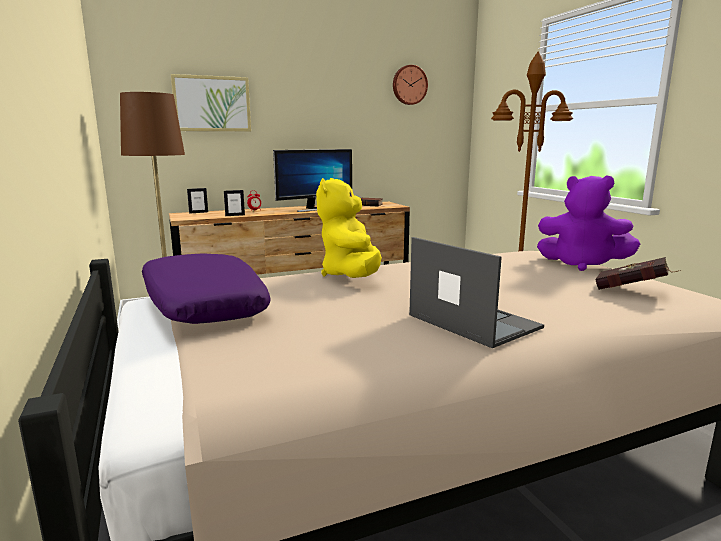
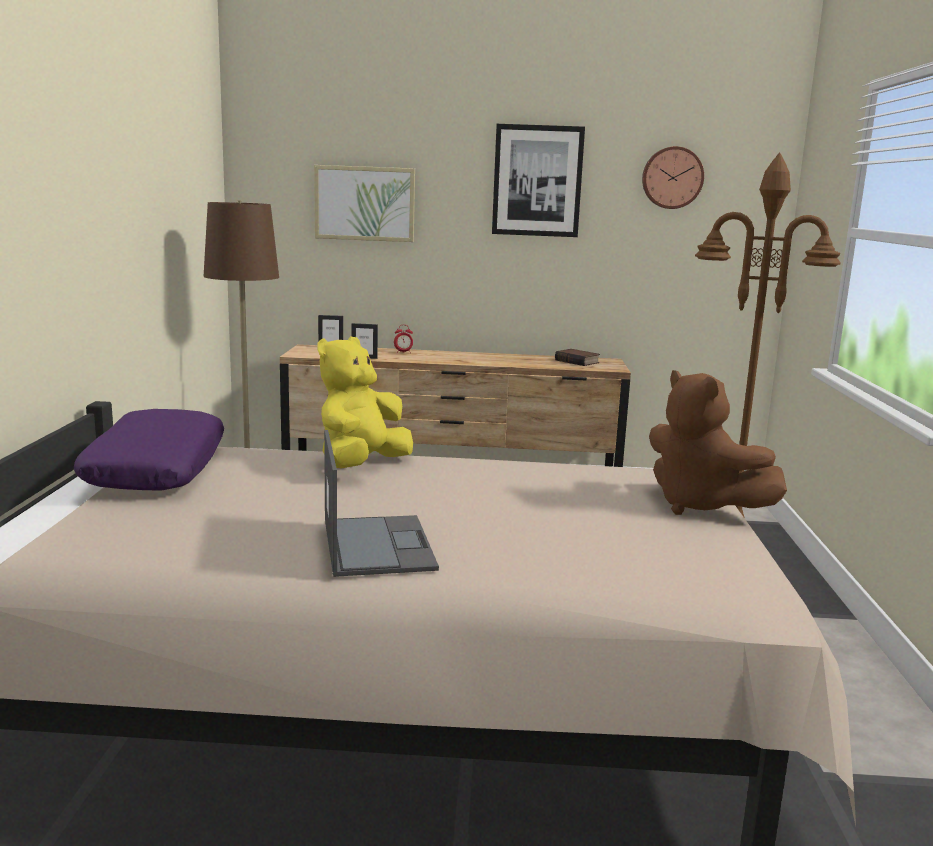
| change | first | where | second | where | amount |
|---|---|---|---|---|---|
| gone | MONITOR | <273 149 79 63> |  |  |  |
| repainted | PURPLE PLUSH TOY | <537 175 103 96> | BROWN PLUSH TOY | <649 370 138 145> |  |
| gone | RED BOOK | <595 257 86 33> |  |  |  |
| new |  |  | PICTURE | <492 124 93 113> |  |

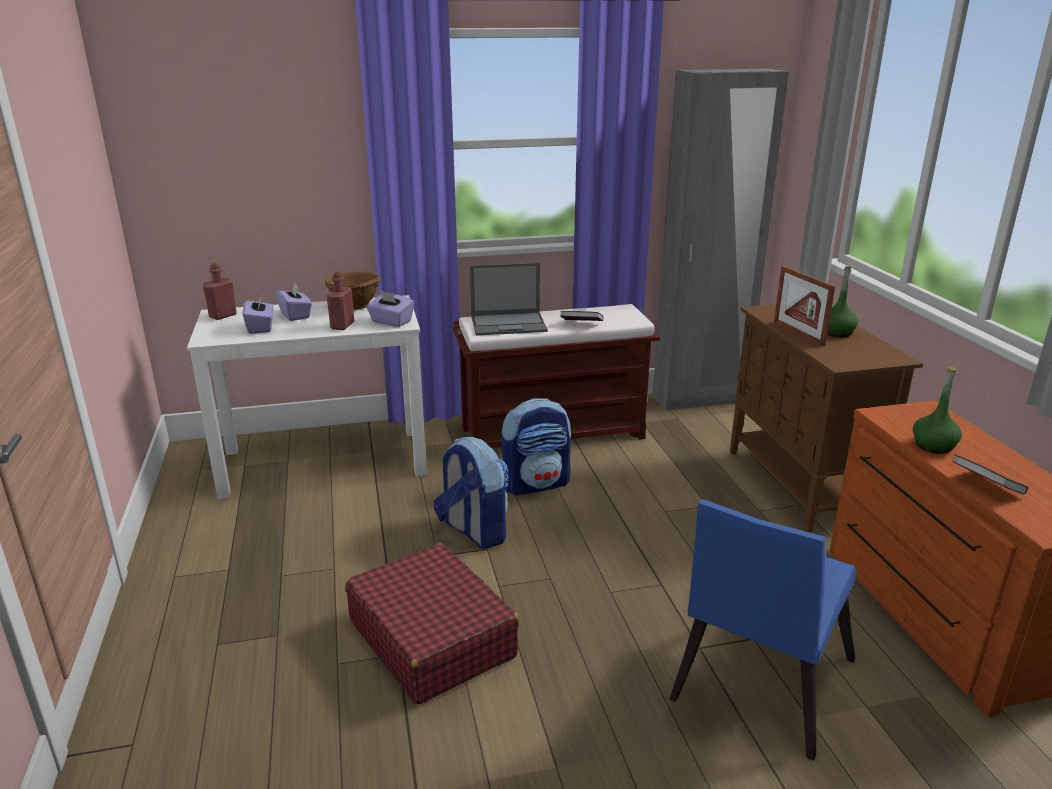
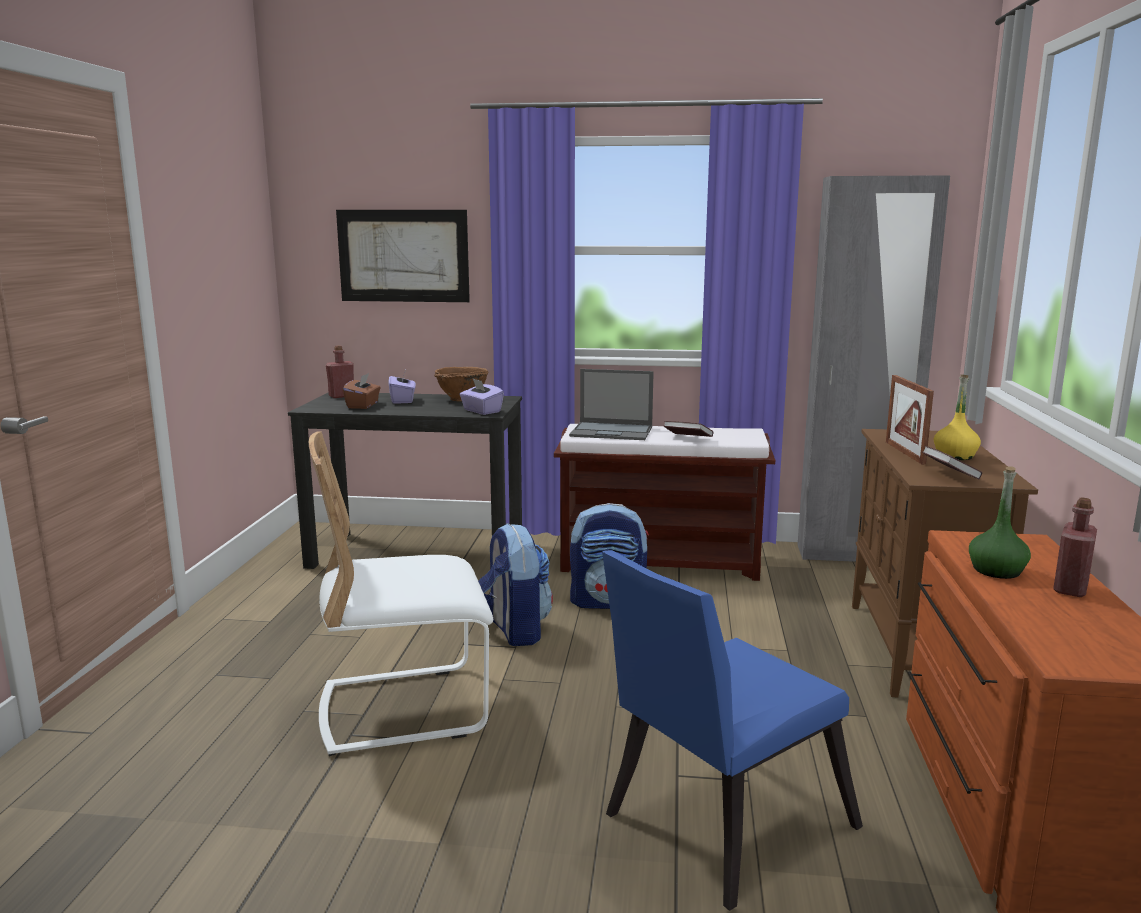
| change | first | where | second | where | amount |
|---|---|---|---|---|---|
| repainted | WHITE DESK | <187 295 240 204> | BLACK DESK | <288 393 234 176> |  |
| repainted | PURPLE TISSUE BOX | <243 293 31 41> | BROWN TISSUE BOX | <343 373 38 36> |  |
| shifted | RED BOTTLE | <327 272 27 58> |  | <1053 497 44 100> |  |
| swapped | RED SUITCASE | <346 543 173 162> | WHITE CHAIR | <309 431 184 325> |  |
| repainted | GREEN BOTTLE | <827 266 31 71> | YELLOW BOTTLE | <934 375 47 85> |  |
| shifted | BOOK | <952 455 76 40> |  | <922 446 60 33> |  |
| new |  |  | PICTURE | <336 210 134 92> |  |

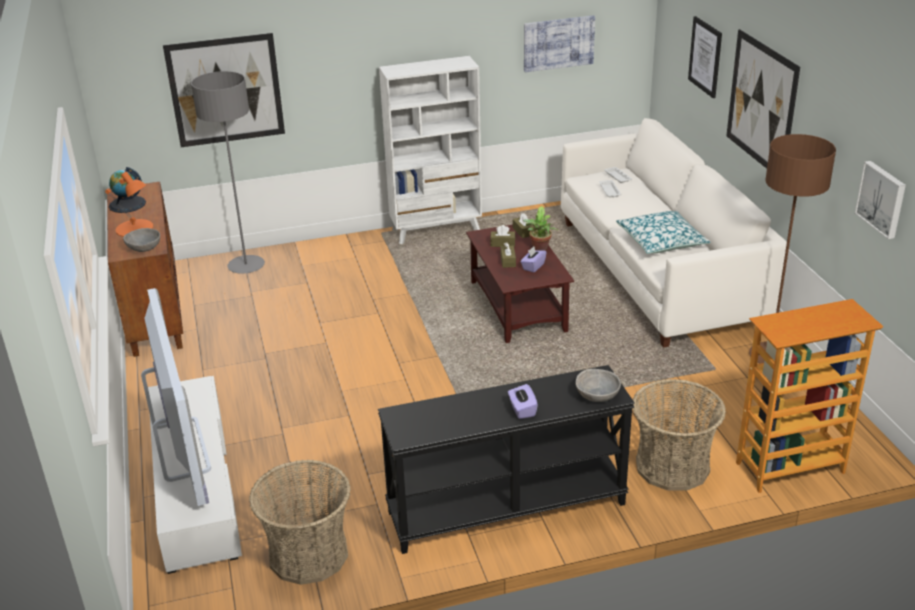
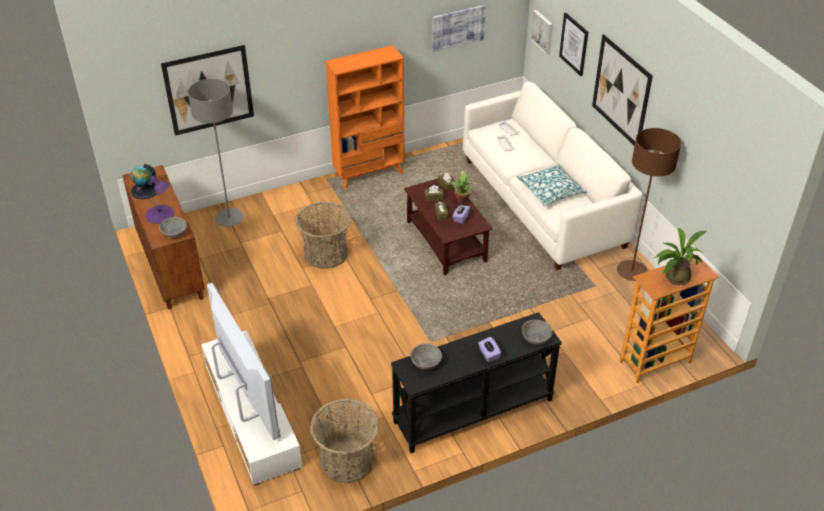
| change | first | where | second | where | amount |
|---|---|---|---|---|---|
| repainted | ORANGE TABLE LAMP | <105 172 48 65> | PURPLE TABLE LAMP | <136 176 38 48> |  |
| repainted | WHITE BOOKCASE | <379 56 103 188> | ORANGE BOOKCASE | <326 45 79 144> |  |
| shifted | BASKET | <632 379 94 112> |  | <295 201 56 68> |  |
| shifted | PICTURE | <855 161 51 78> |  | <530 10 23 44> |  |
| new |  |  | GREY BOWL | <410 343 32 27> |  |
| new |  |  | POTTED PLANT | <655 228 52 57> |  |

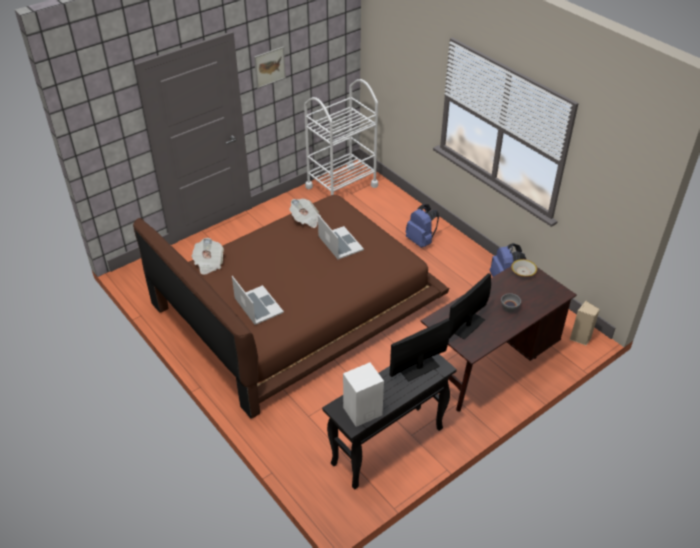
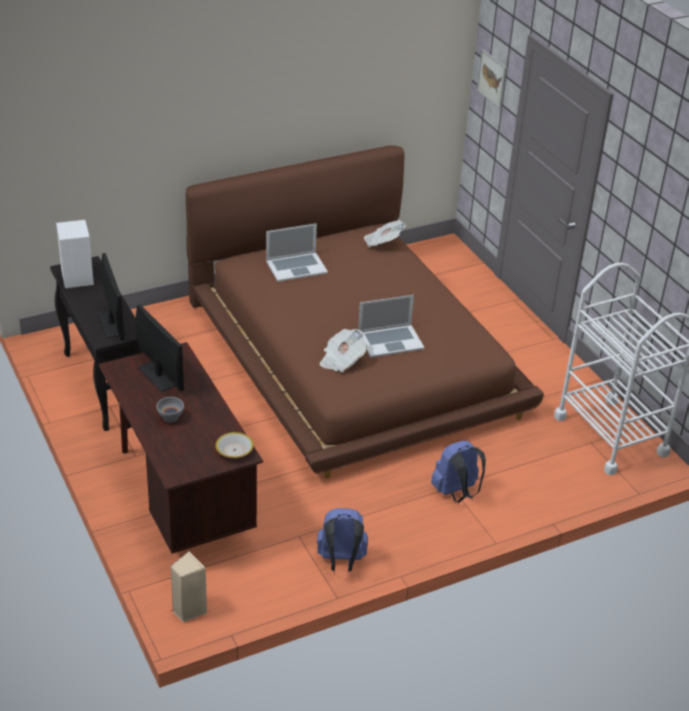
| change | first | where | second | where | amount |
|---|---|---|---|---|---|
| shifted | PICTURE | <254 47 32 41> |  | <477 49 30 60> |  |
| shifted | NEWSPAPER | <289 199 32 29> |  | <320 329 47 43> |  |

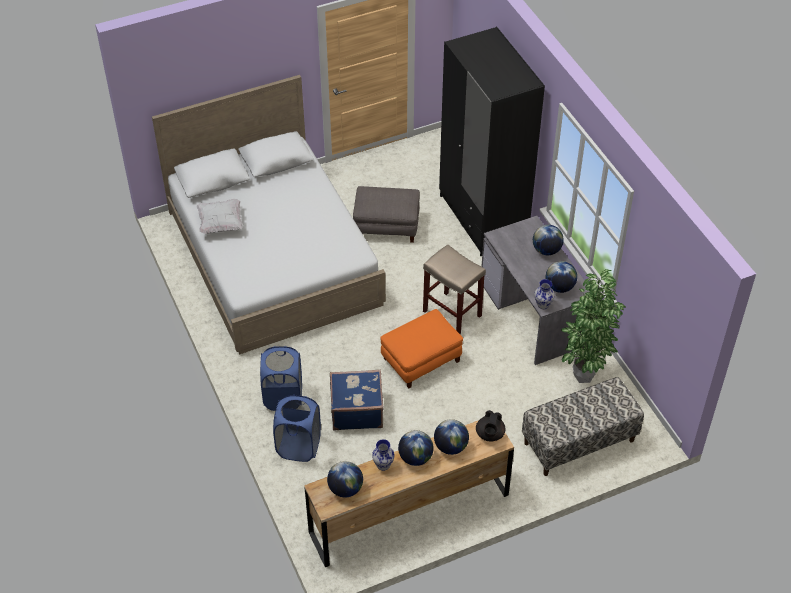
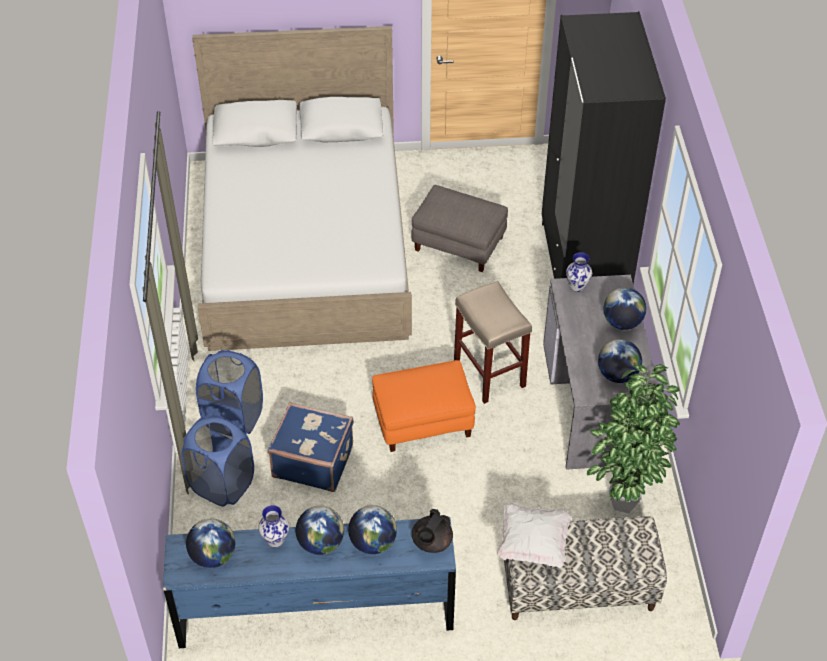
| change | first | where | second | where | amount |
|---|---|---|---|---|---|
| shifted | WHITE PILLOW | <197 199 46 35> |  | <497 502 75 66> |  |
| repainted | BROWN DRESSER | <304 420 210 147> | BLUE DRESSER | <163 517 293 131> |  |
| shifted | VASE | <534 279 21 30> |  | <566 252 26 40> |  |

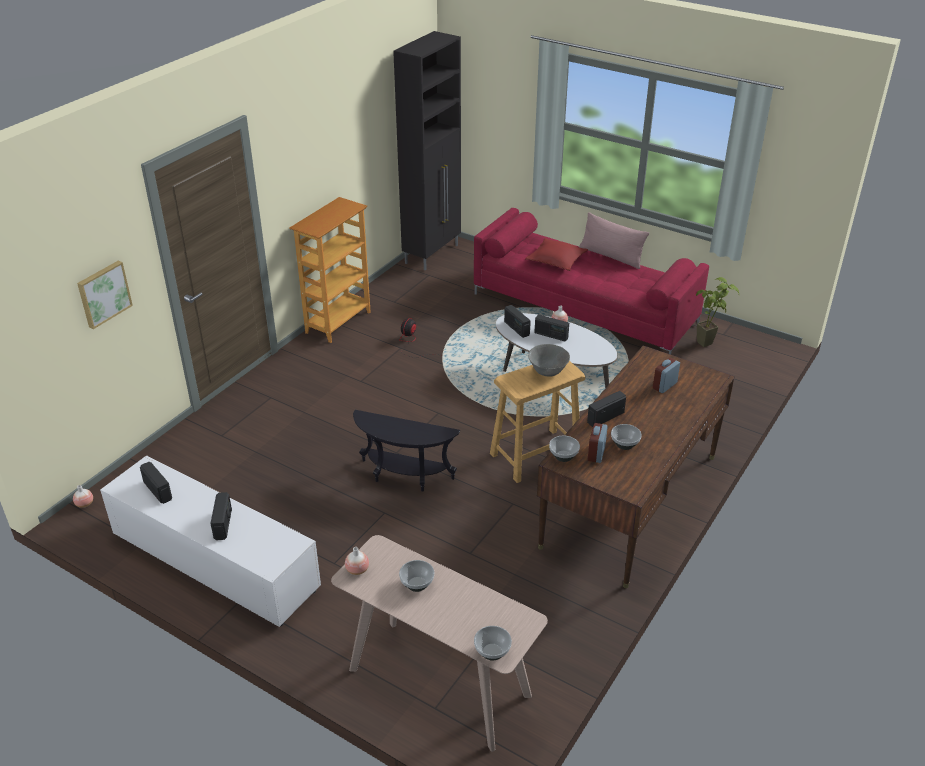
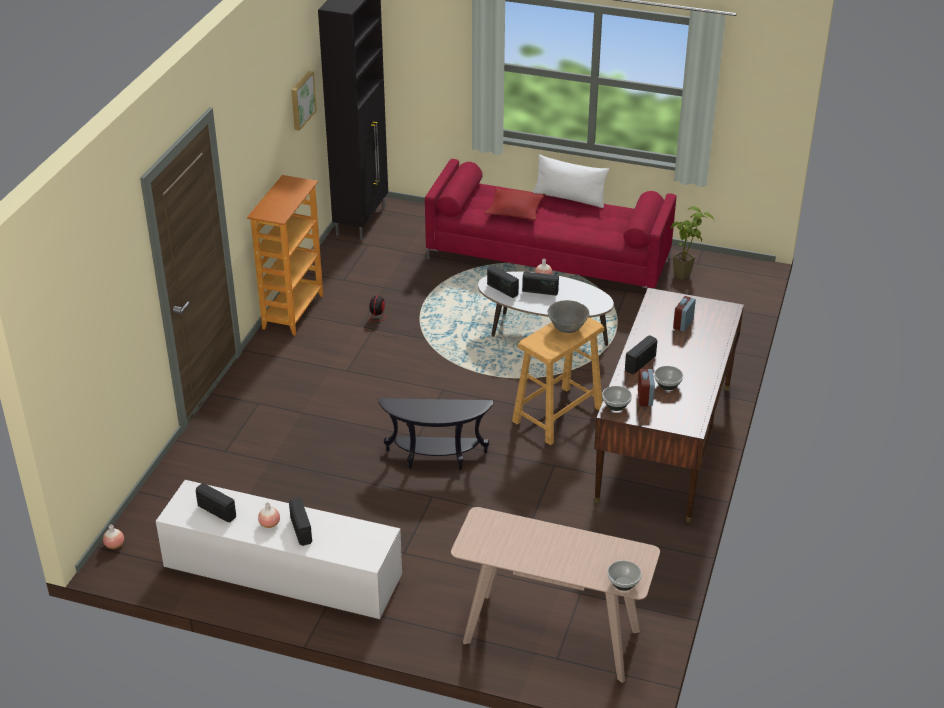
| change | first | where | second | where | amount |
|---|---|---|---|---|---|
| shifted | PICTURE | <77 261 56 68> |  | <291 71 26 60> |  |
| shifted | VASE | <345 547 24 28> |  | <258 502 22 26> |  |
| gone | BOWL | <399 560 35 32> |  |  |  |
| repainted | PINK PILLOW | <579 212 70 57> | WHITE PILLOW | <533 155 76 53> |  |

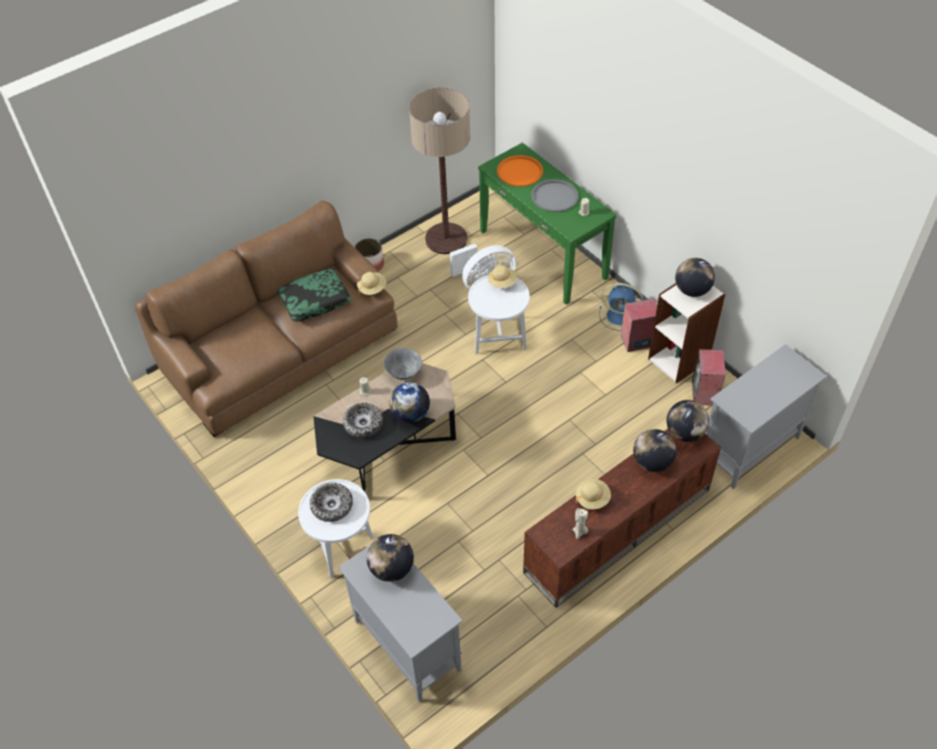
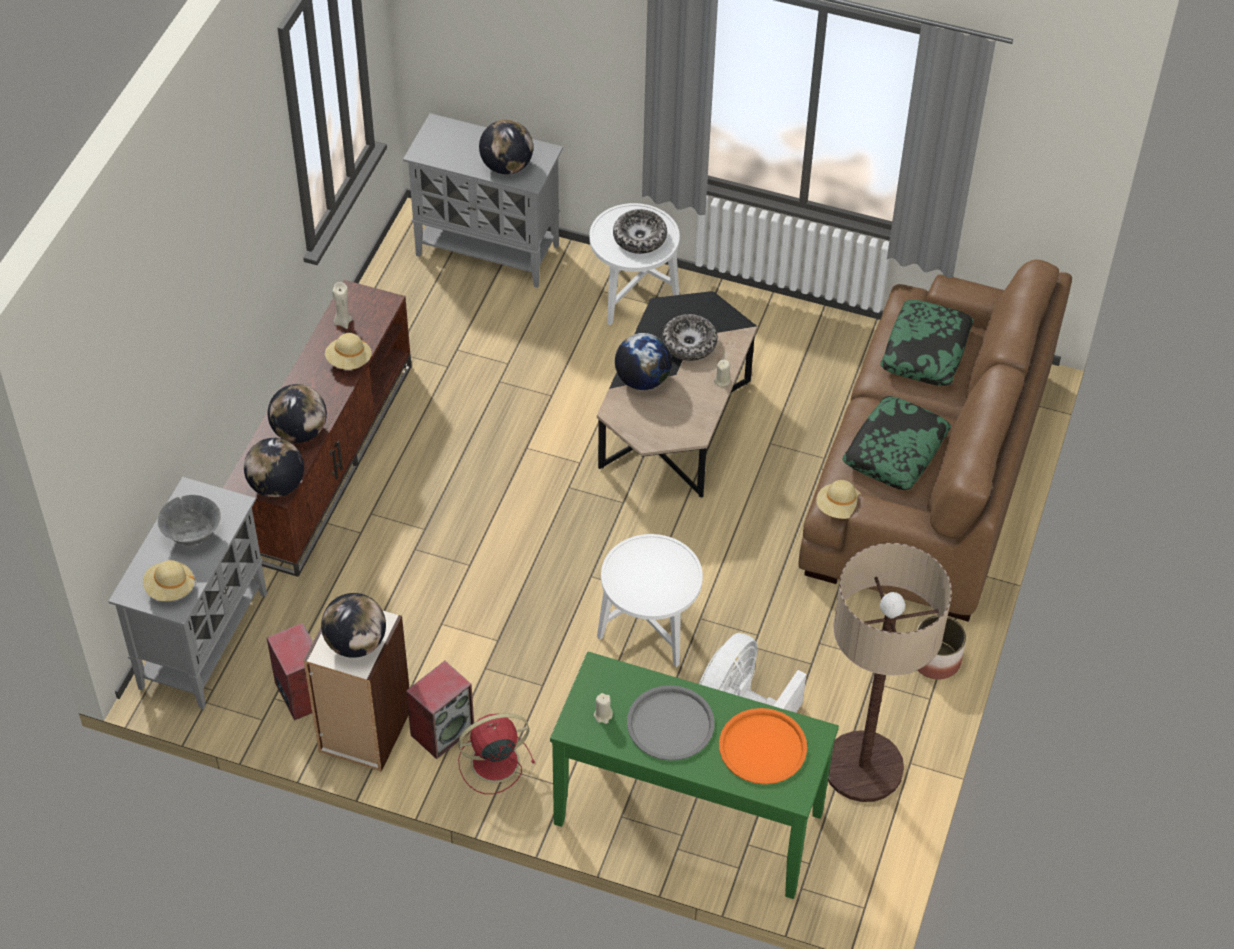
| change | first | where | second | where | amount |
|---|---|---|---|---|---|
| shifted | GREY BOWL | <383 348 39 32> |  | <158 495 63 51> |  |
| shifted | BEIGE HAT | <488 265 29 23> |  | <143 560 53 41> |  |
| repainted | BLUE FAN | <599 283 44 48> | RED FAN | <458 713 77 81> |  |
| new |  |  | PILLOW | <881 300 93 86> |  |

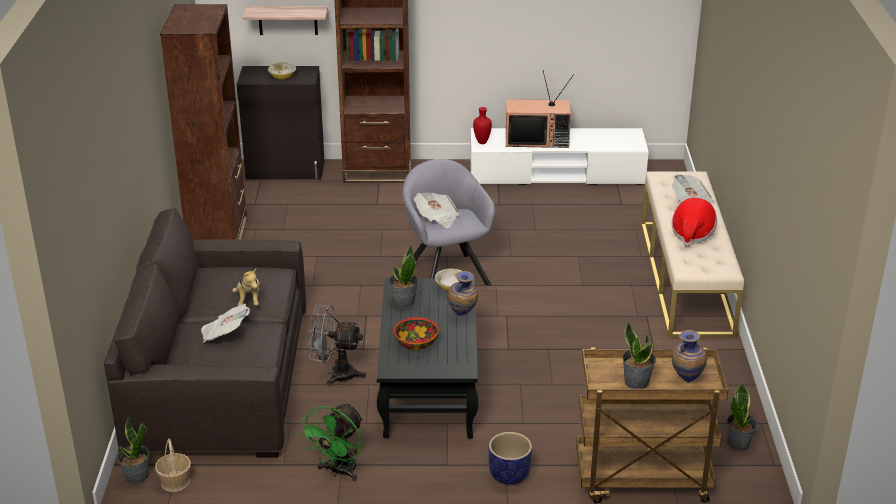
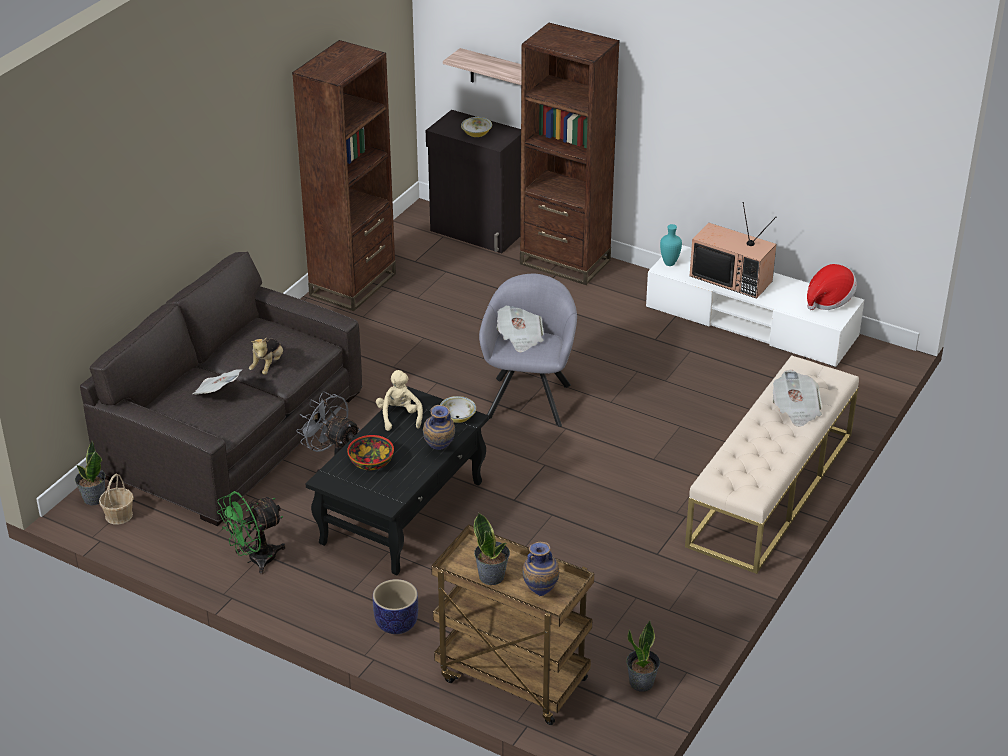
| change | first | where | second | where | amount |
|---|---|---|---|---|---|
| swapped | POTTED PLANT | <389 245 29 63> | BEIGE PLUSH TOY | <376 370 47 61> |  |
| repainted | RED VASE | <473 107 19 37> | TURQUOISE VASE | <660 224 22 42> |  |
| shifted | HAT | <672 198 45 49> |  | <807 264 50 46> |  |

